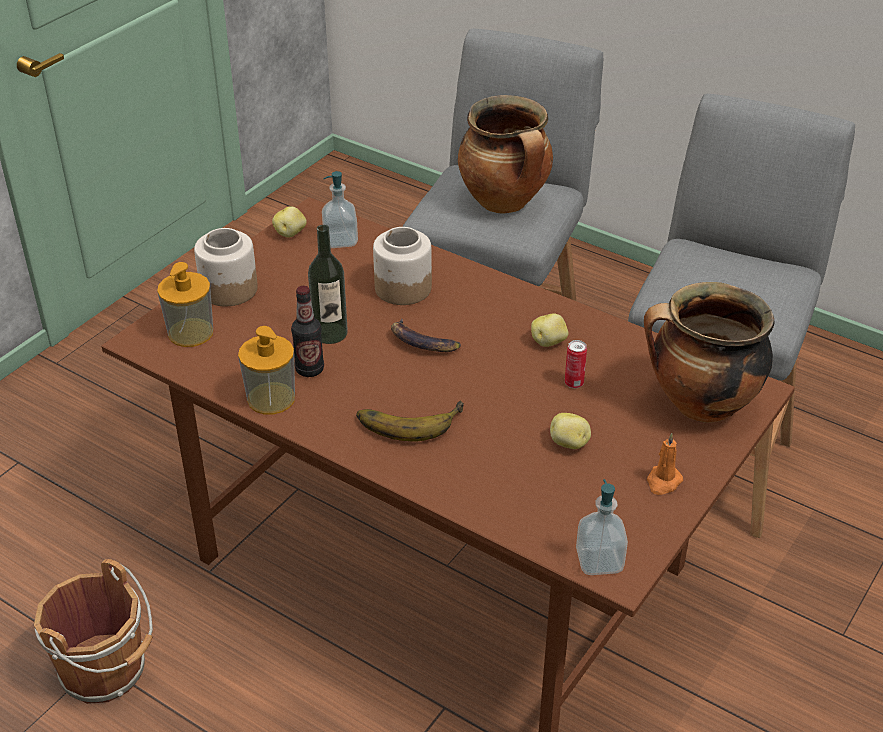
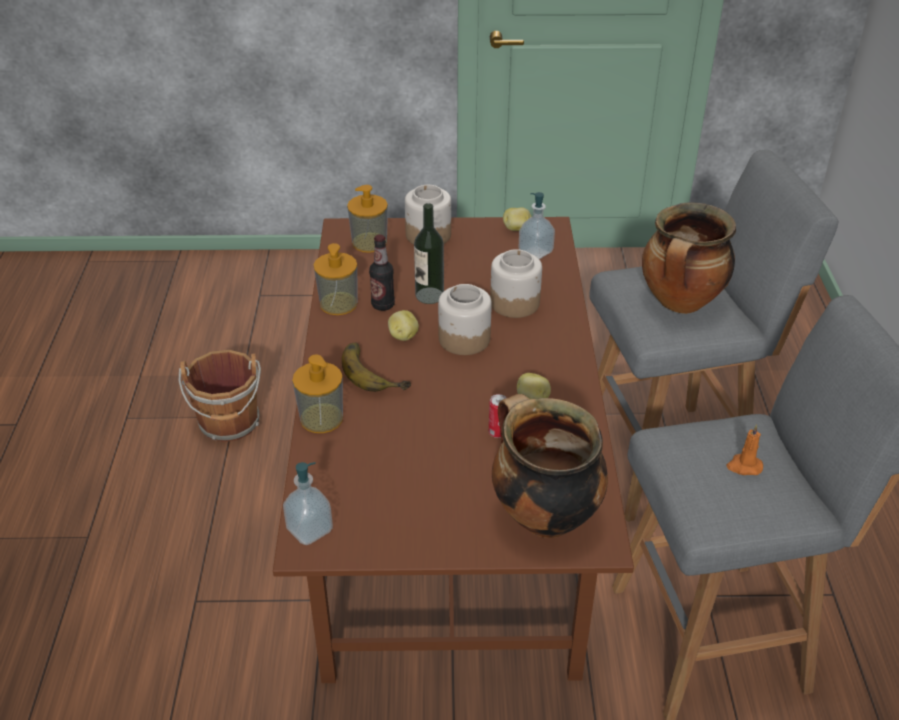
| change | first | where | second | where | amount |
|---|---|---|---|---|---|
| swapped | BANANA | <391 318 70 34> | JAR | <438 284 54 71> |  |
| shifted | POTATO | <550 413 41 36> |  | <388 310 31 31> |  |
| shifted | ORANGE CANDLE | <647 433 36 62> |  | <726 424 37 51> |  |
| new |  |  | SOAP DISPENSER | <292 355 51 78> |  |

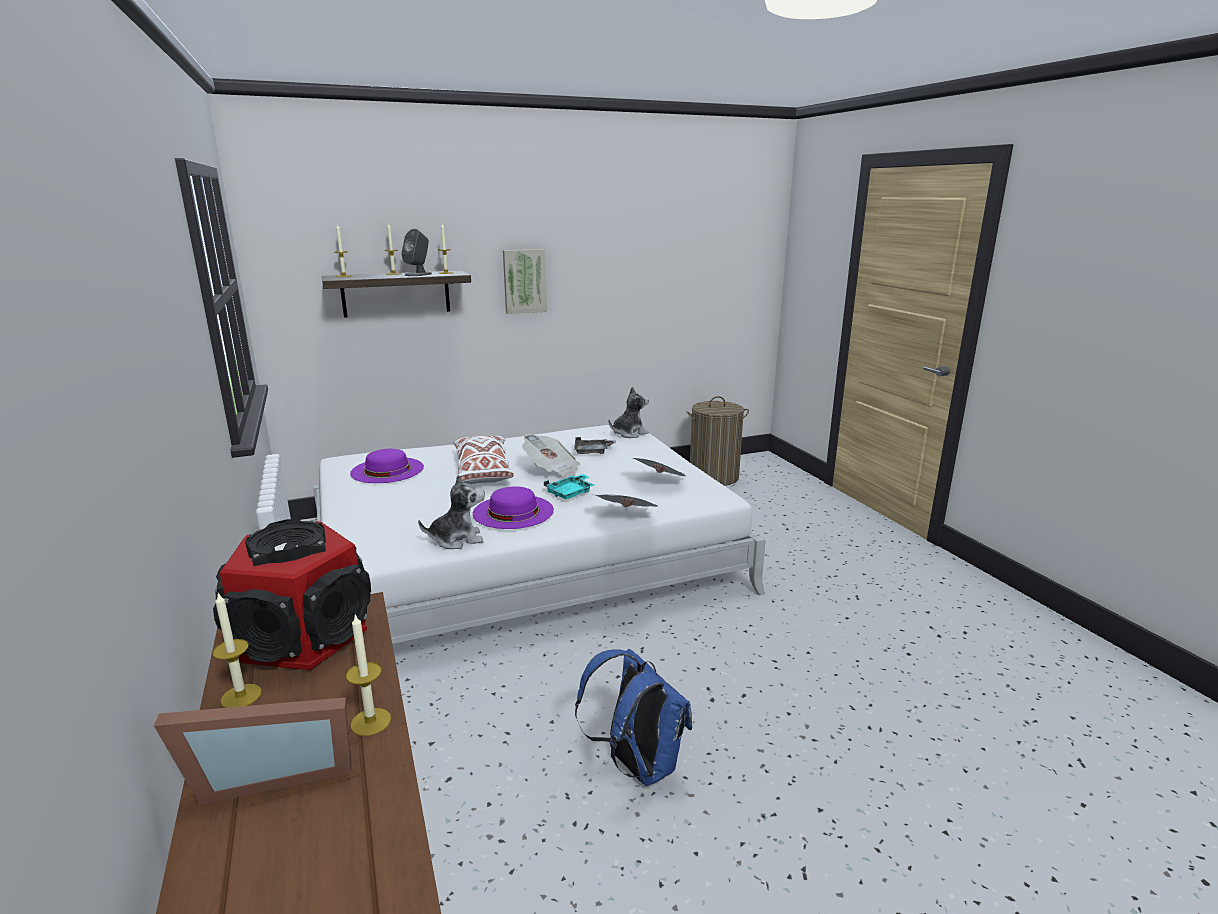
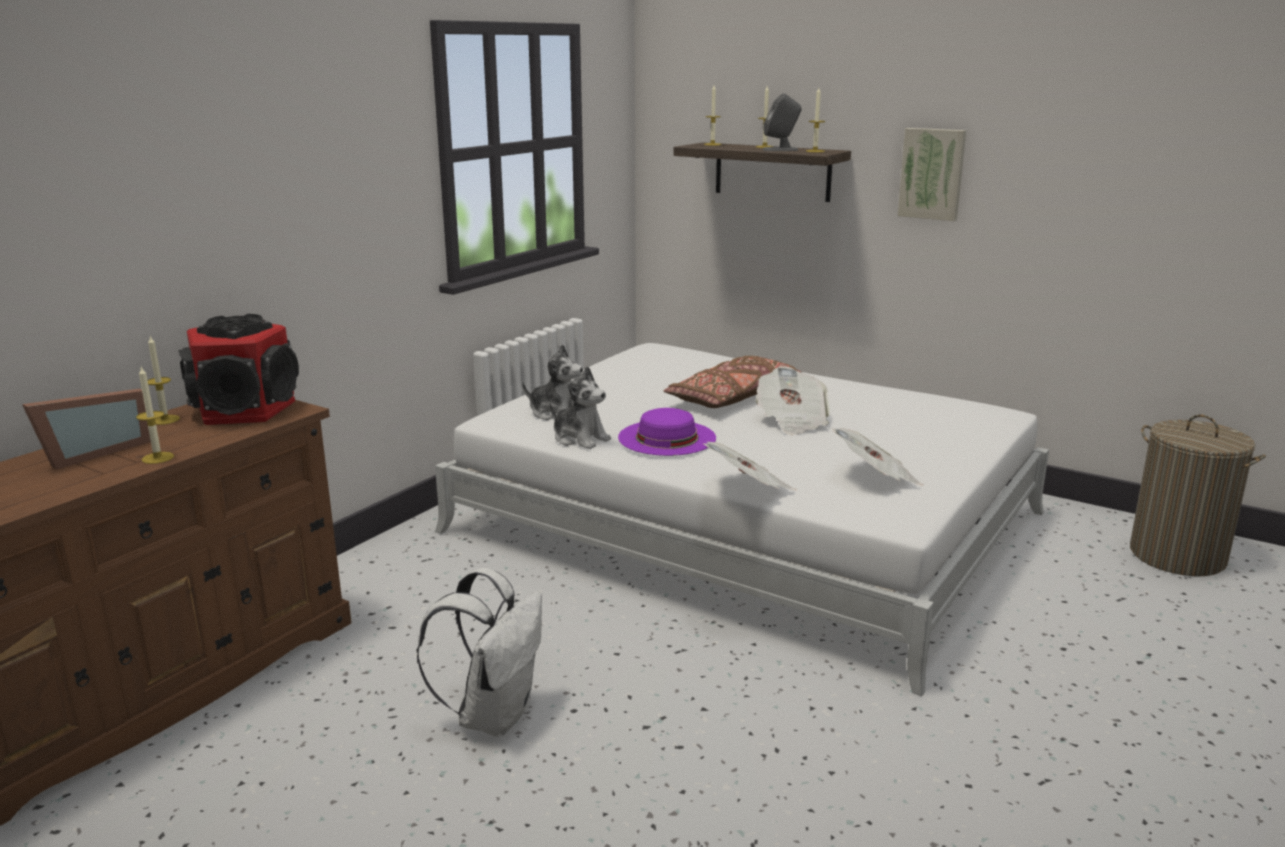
| change | first | where | second | where | amount |
|---|---|---|---|---|---|
| rotated | PICTURE FRAME | <154 697 198 108> |  | <22 389 129 80> | 90 degrees counterclockwise |
| gone | PURPLE HAT | <350 449 74 34> |  |  |  |
| repainted | WHITE PILLOW | <453 436 61 48> | BROWN PILLOW | <664 356 138 52> |  |
| gone | TURQUOISE TRAY | <544 474 50 25> |  |  |  |
| gone | GREY TRAY | <574 437 42 17> |  |  |  |
| repainted | BLUE BACKPACK | <575 649 117 137> | WHITE BACKPACK | <417 568 125 169> |  |
| shifted | PLUSH TOY | <608 387 41 51> |  | <522 344 61 76> |  |

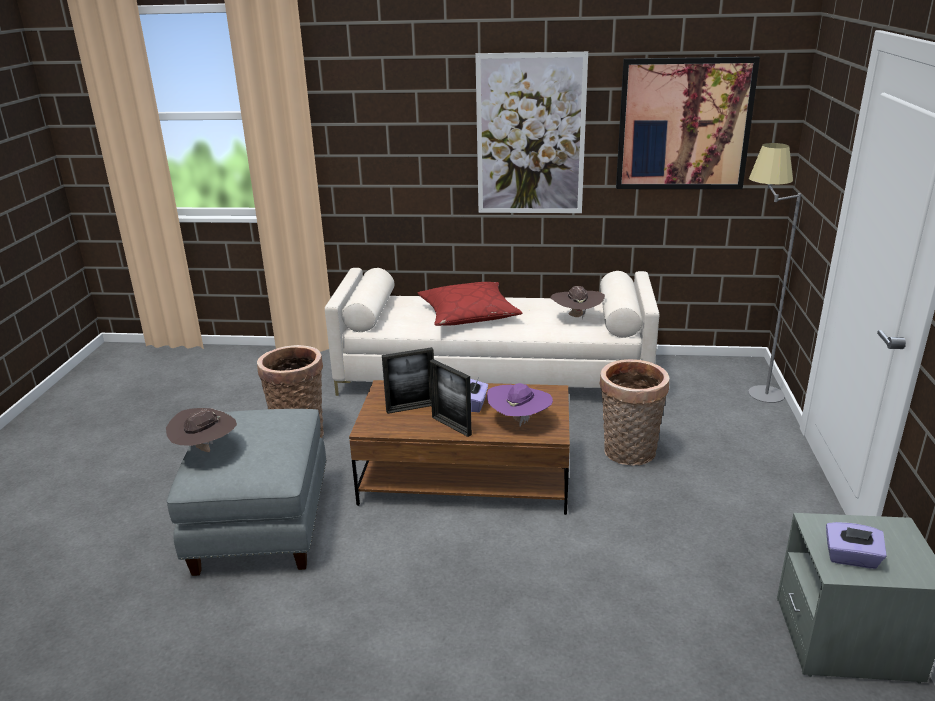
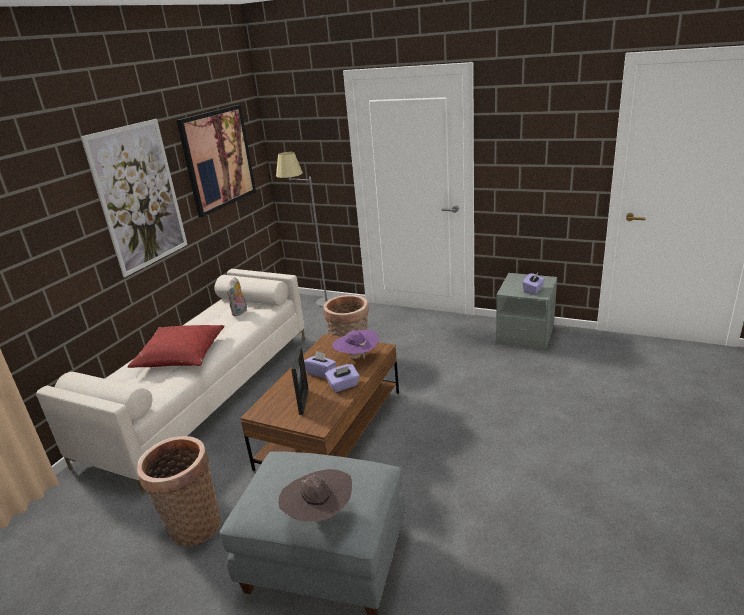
| change | first | where | second | where | amount |
|---|---|---|---|---|---|
| swapped | PICTURE FRAME | <429 359 43 78> | PURPLE TISSUE BOX | <325 364 35 28> |  |
| swapped | BROWN HAT | <550 286 55 34> | PLUSH TOY | <227 277 20 39> |  |

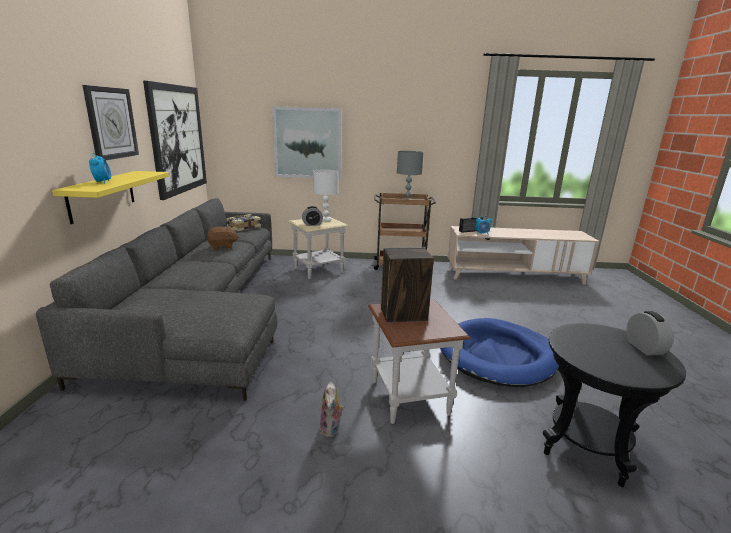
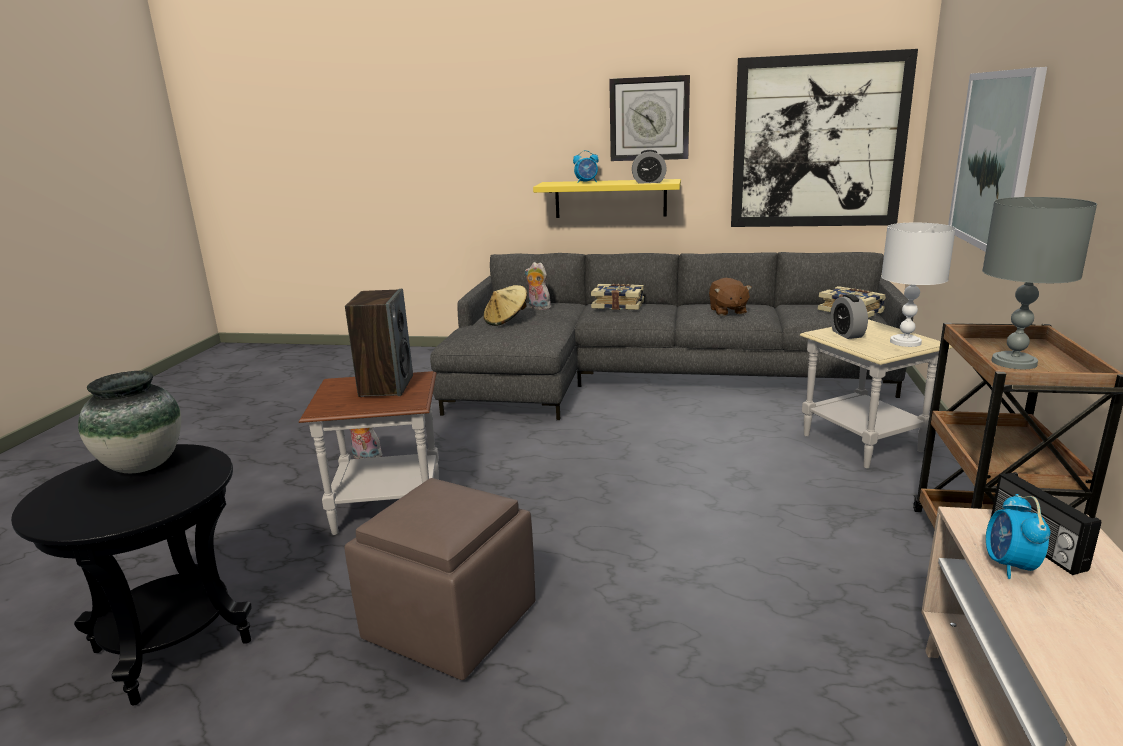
| change | first | where | second | where | amount |
|---|---|---|---|---|---|
| swapped | BLUE DOG BED | <440 318 119 69> | BROWN OTTOMAN | <344 478 191 202> |  |
| shifted | ALARM CLOCK | <626 311 47 45> |  | <632 150 35 34> |  |
| new |  |  | VASE | <78 371 103 102> |  |
| new |  |  | BEIGE HAT | <484 285 43 41> |  |
| new |  |  | PLUSH TOY | <525 262 26 48> |  |
| new |  |  | BOOK | <591 284 53 26> |  |

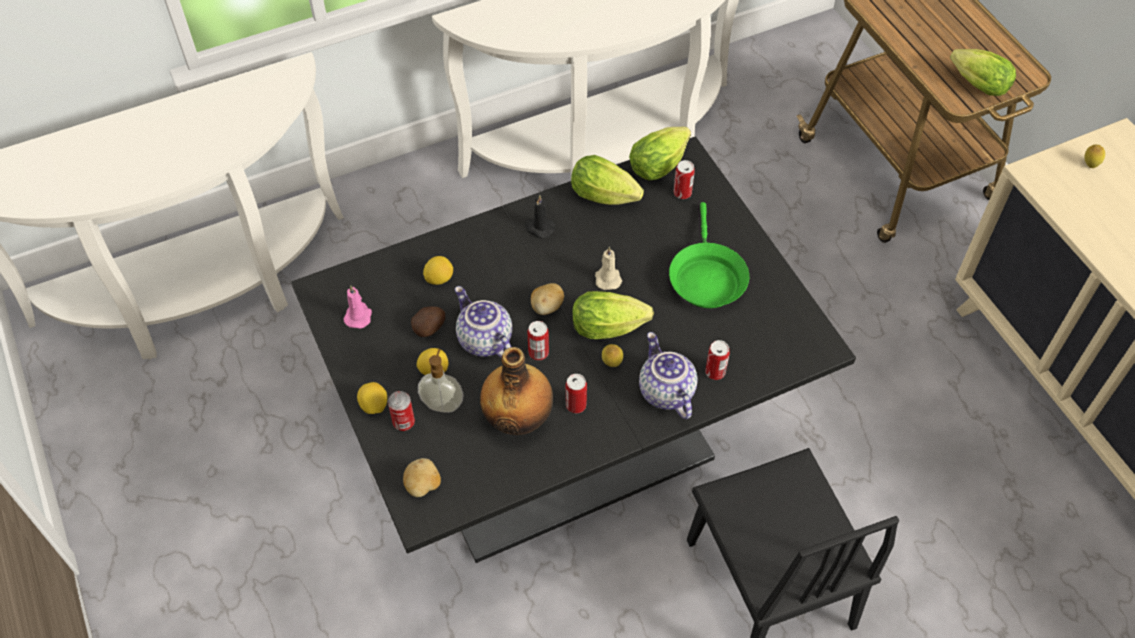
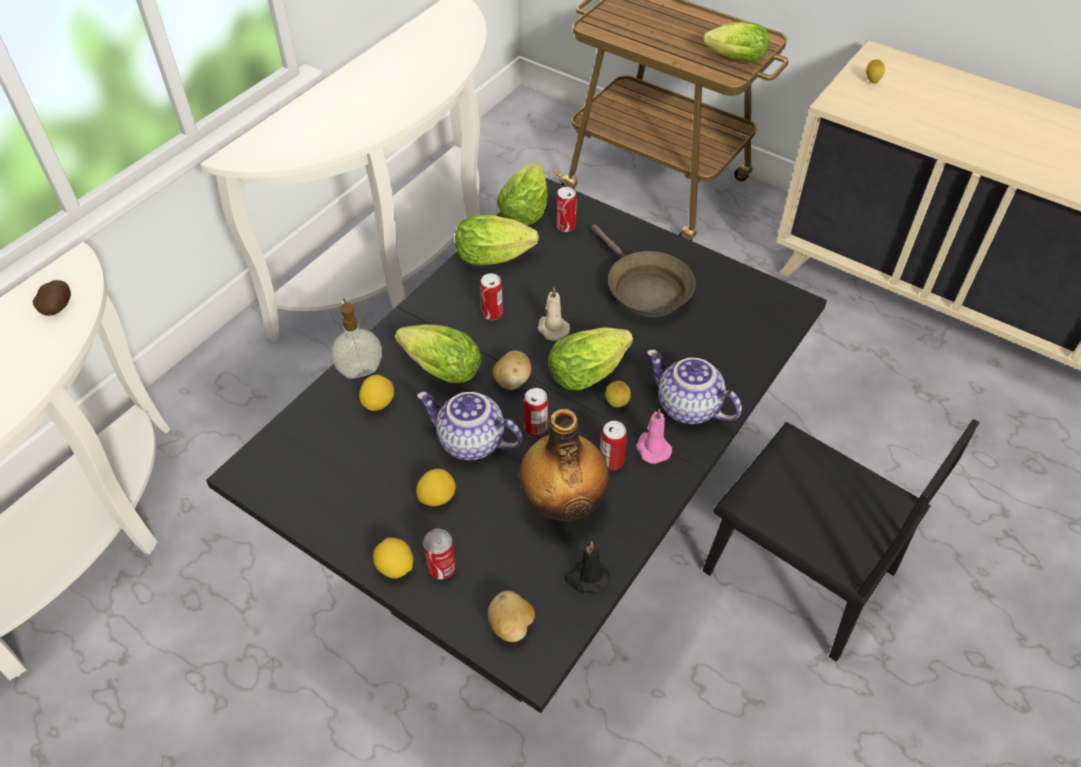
| change | first | where | second | where | amount |
|---|---|---|---|---|---|
| shifted | PINK CANDLE | <343 285 29 43> |  | <636 408 36 56> |  |
| shifted | POTATO | <411 306 34 31> |  | <33 280 38 36> |  |
| shifted | SOAP DISPENSER | <418 349 46 64> |  | <331 298 51 81> |  |
| shifted | BLACK CANDLE | <525 195 30 44> |  | <564 541 46 53> |  |
| repainted | GREEN FRYING PAN | <669 202 80 106> | BROWN FRYING PAN | <591 224 104 93> |  |
| shifted | CAN | <705 340 25 40> |  | <480 273 23 47> |  |
| new |  |  | LETTUCE | <395 324 86 59> |  |

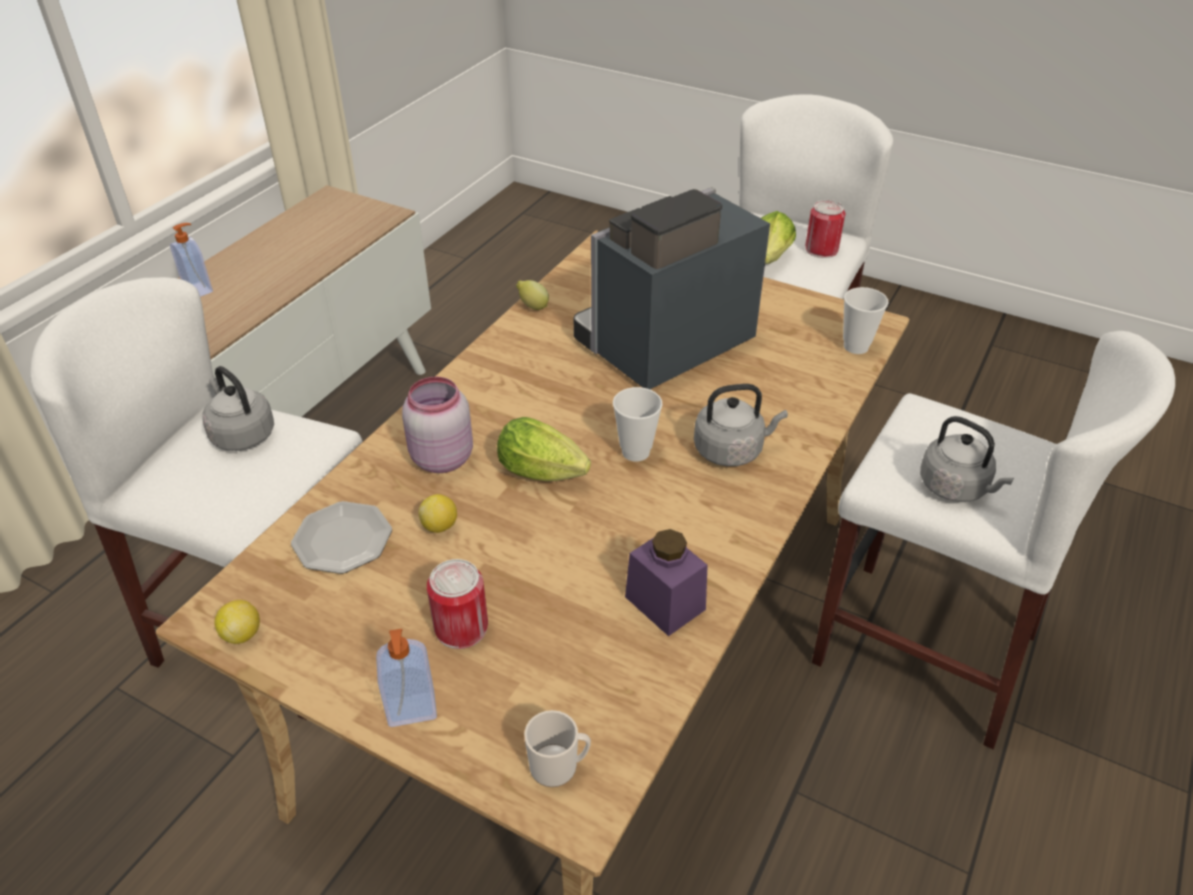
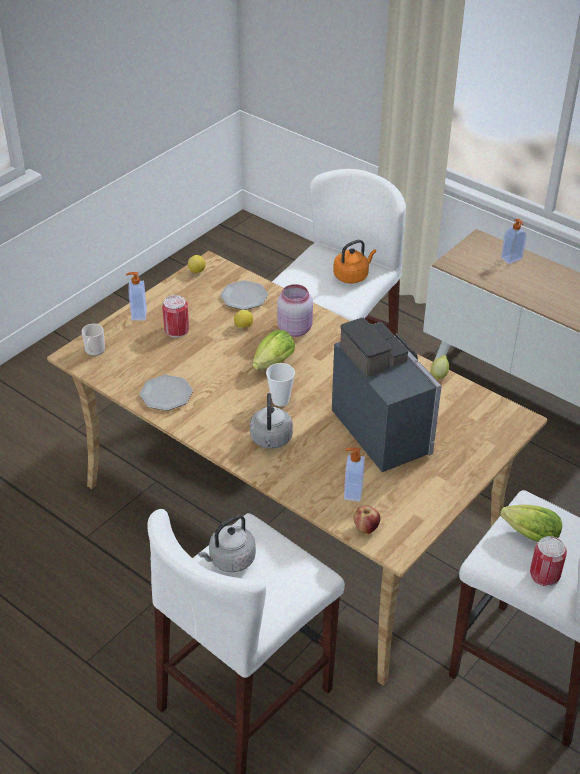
| change | first | where | second | where | amount |
|---|---|---|---|---|---|
| repainted | GREY KETTLE | <202 366 72 85> | ORANGE KETTLE | <333 240 43 44> |  |
| swapped | PURPLE JAR | <625 529 83 107> | PLATE | <139 375 54 36> |  |
| swapped | CUP | <843 287 45 67> | APPLE | <353 505 27 29> |  |
| new |  |  | SOAP DISPENSER | <344 447 21 55> |  |

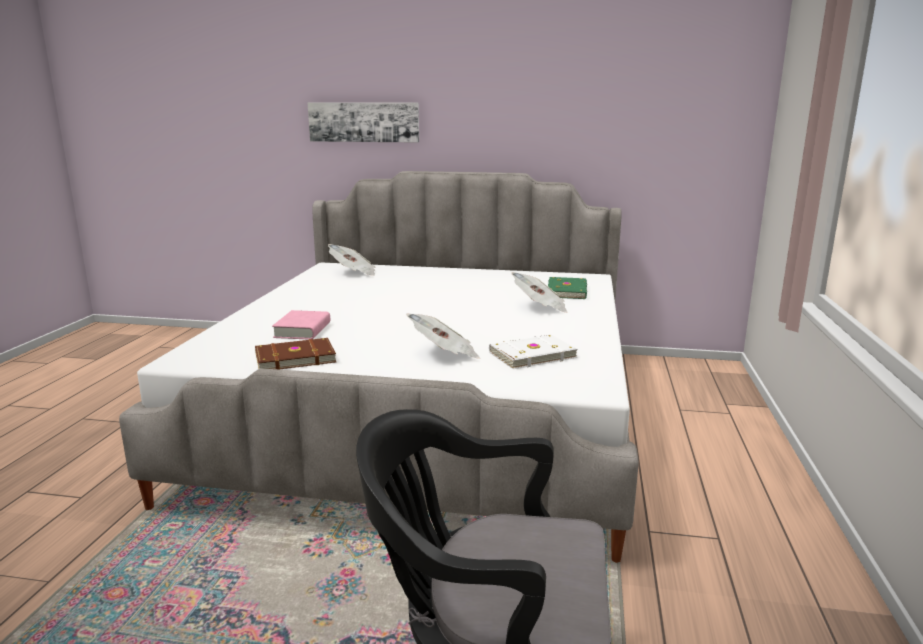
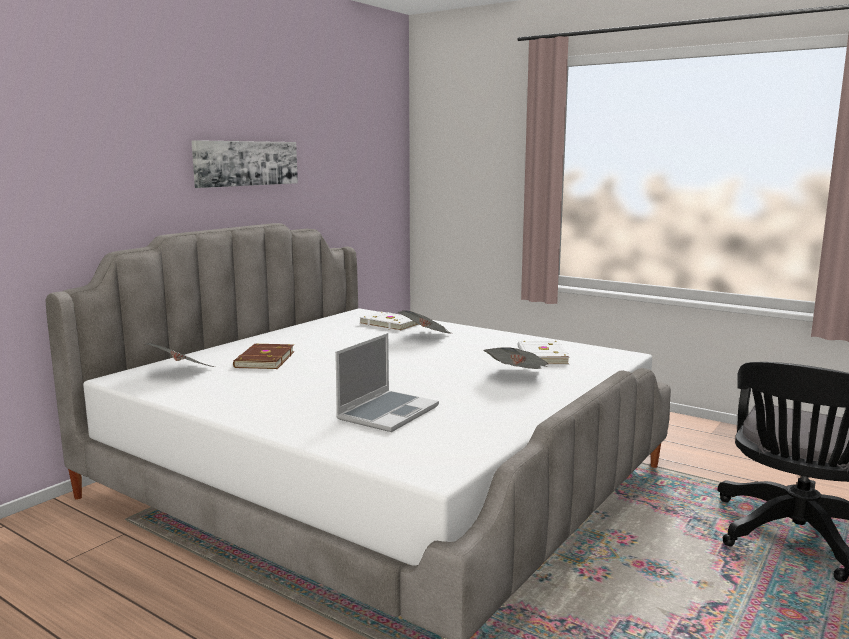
| change | first | where | second | where | amount |
|---|---|---|---|---|---|
| shifted | BROWN BOOK | <255 338 81 32> |  | <233 344 61 25> |  |
| swapped | PINK BOOK | <272 310 58 29> | LAPTOP | <335 333 104 99> |  |
| shifted | PICTURE | <308 102 111 41> |  | <191 140 107 48> |  |
| repainted | GREEN BOOK | <548 277 39 22> | WHITE BOOK | <360 312 60 19> |  |

